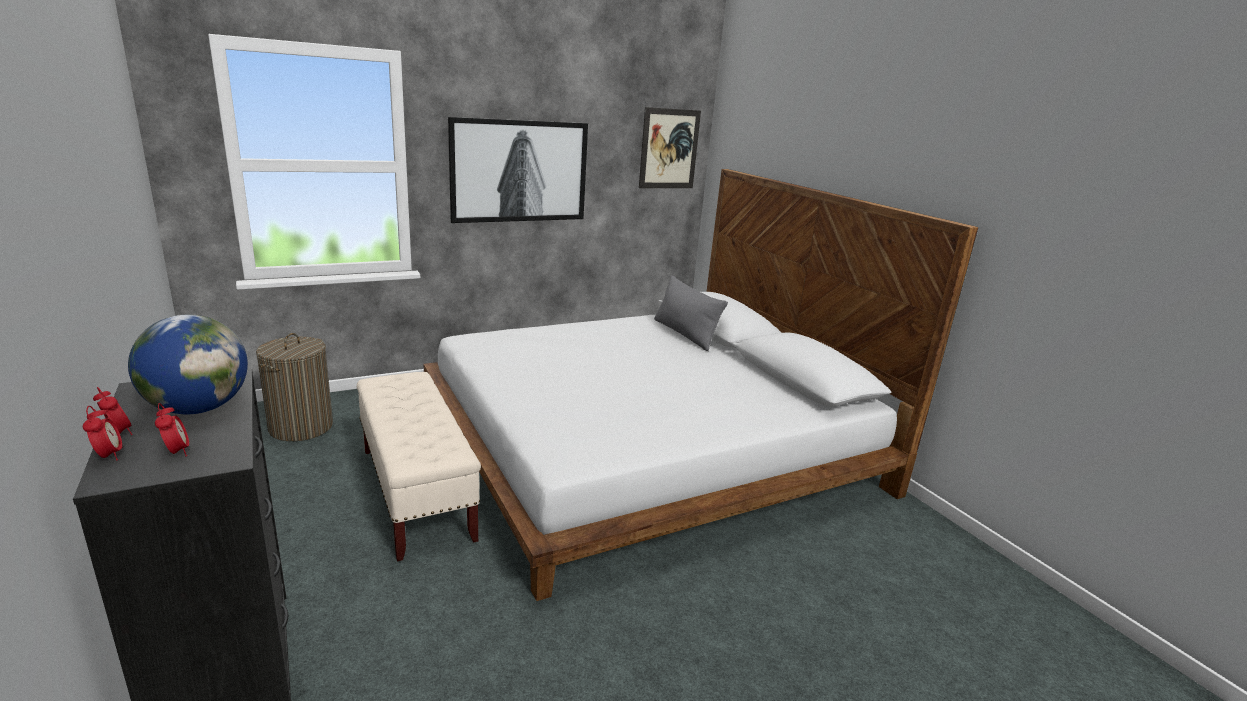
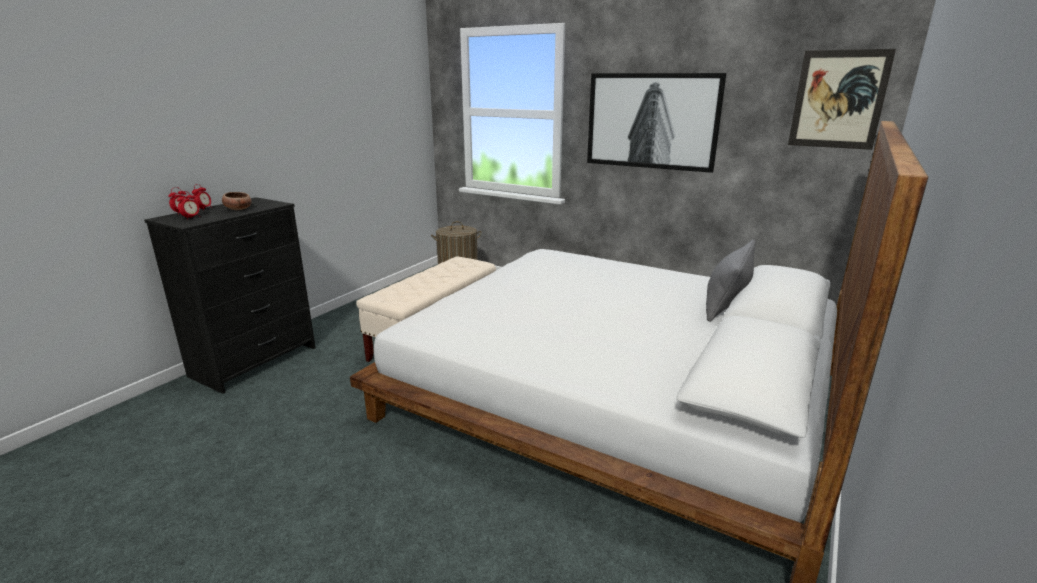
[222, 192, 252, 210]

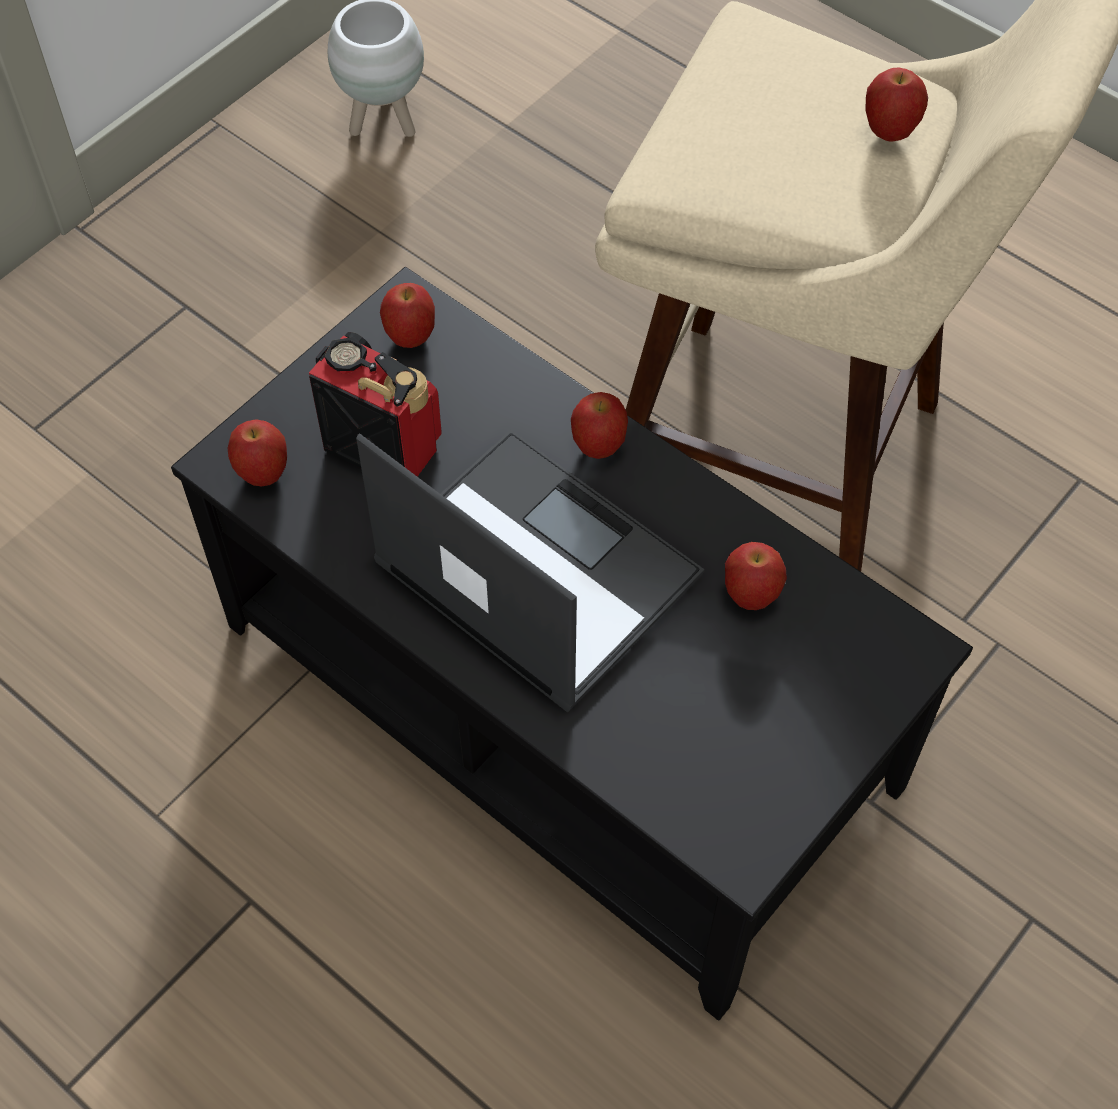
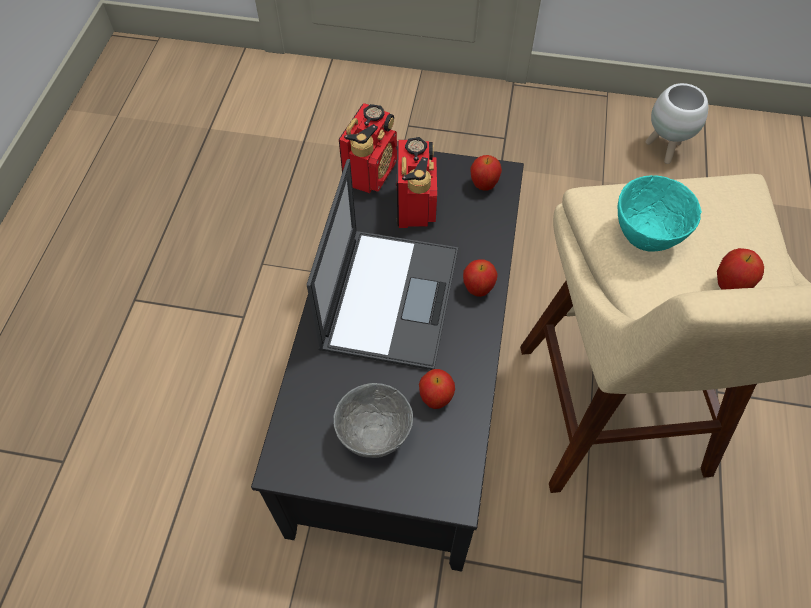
[339, 103, 397, 193]
[617, 175, 702, 251]
[333, 383, 413, 458]

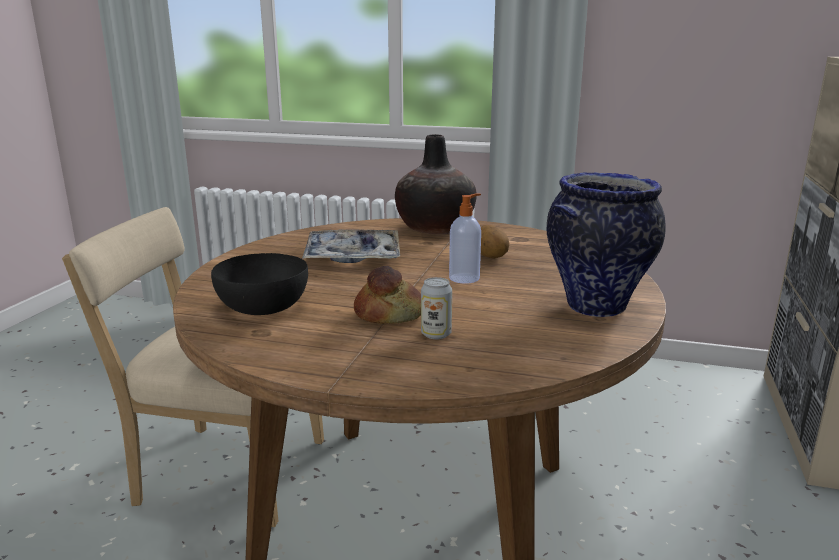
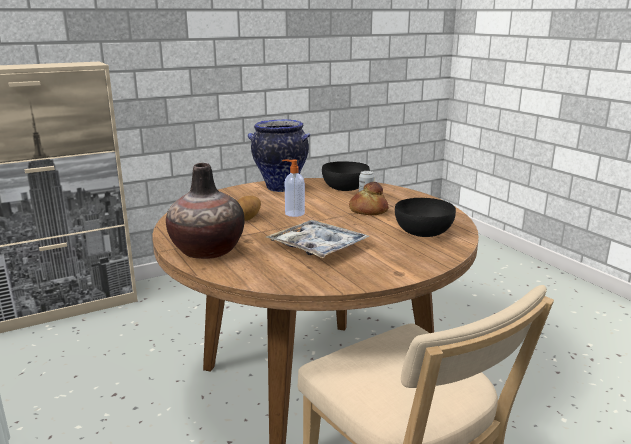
[322, 161, 370, 191]

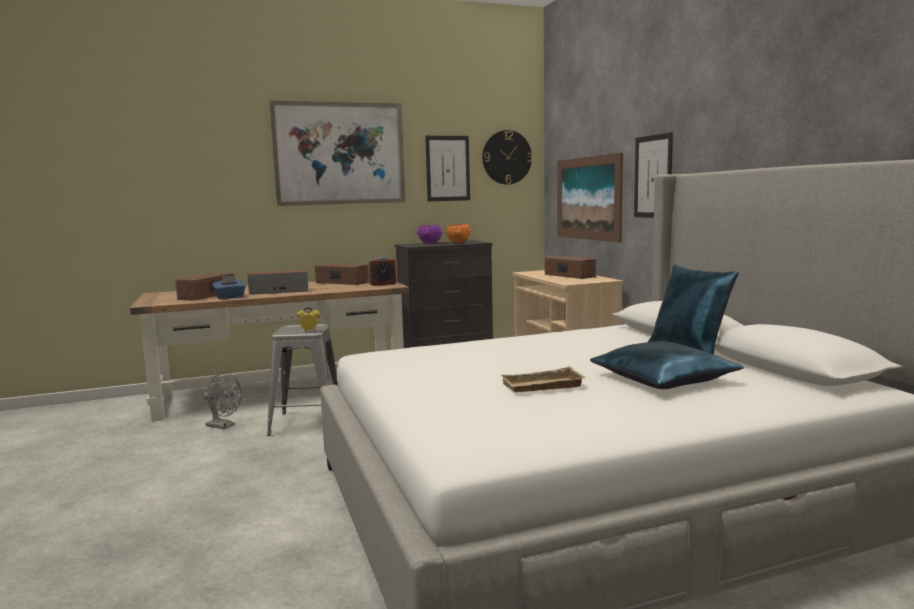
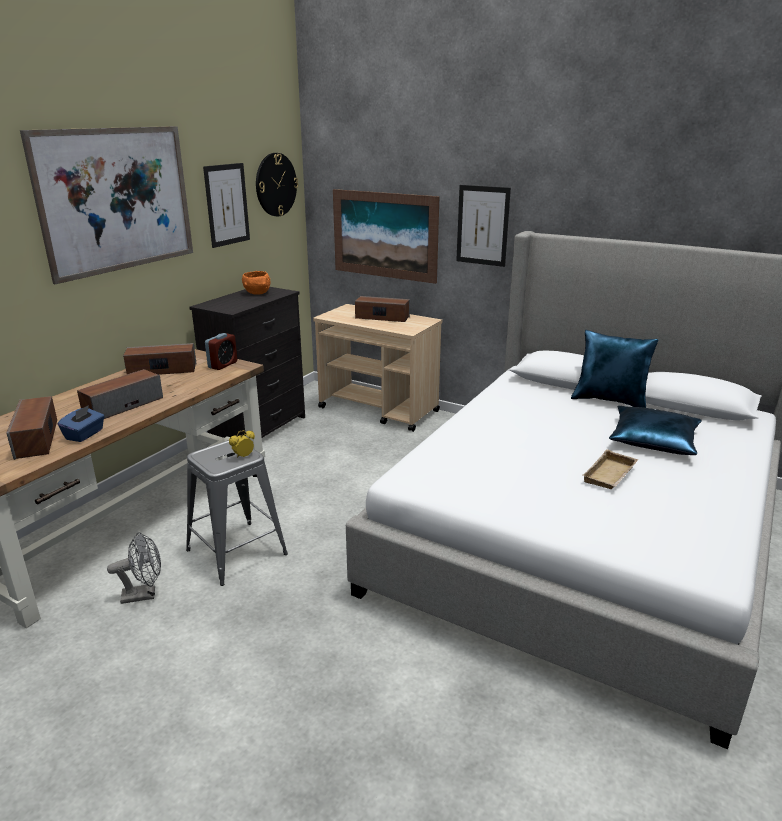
[417, 225, 443, 244] (first image)

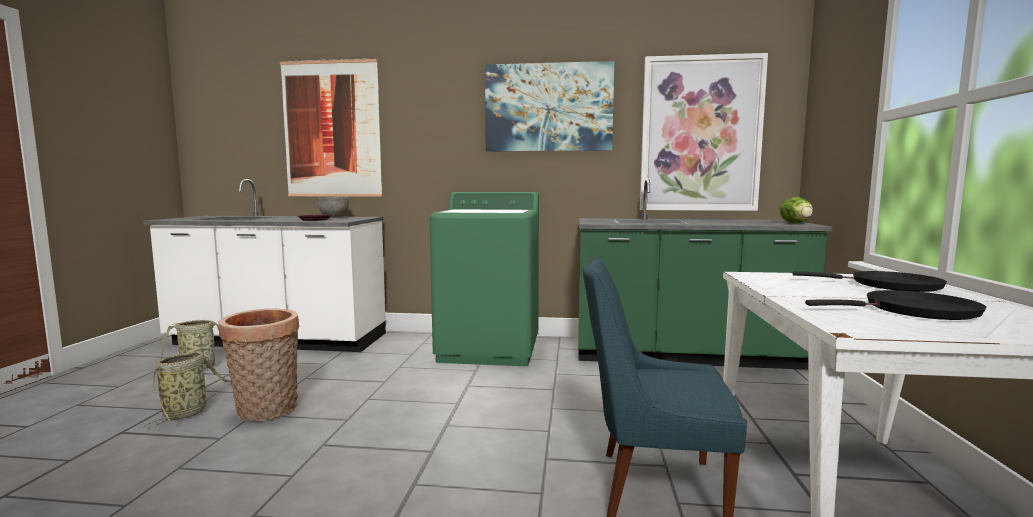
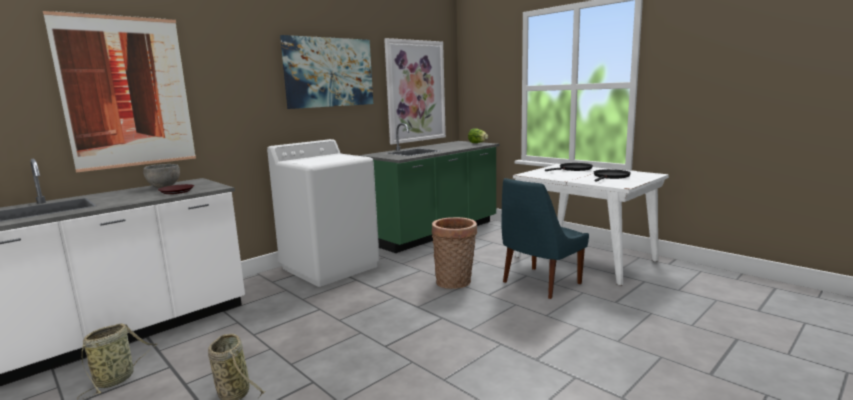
[267, 139, 380, 287]
[432, 217, 477, 289]

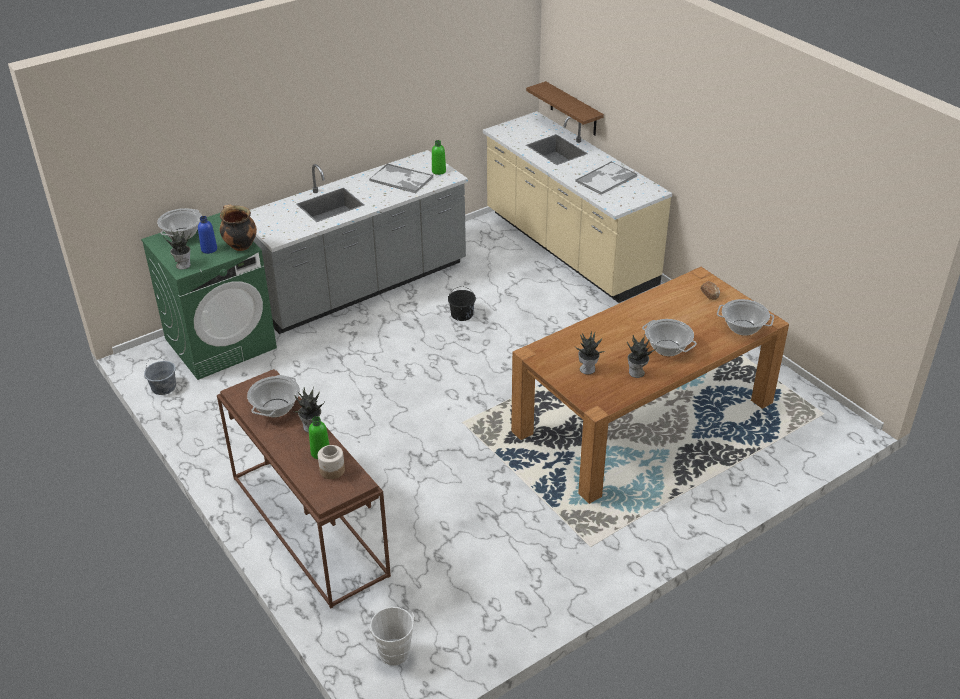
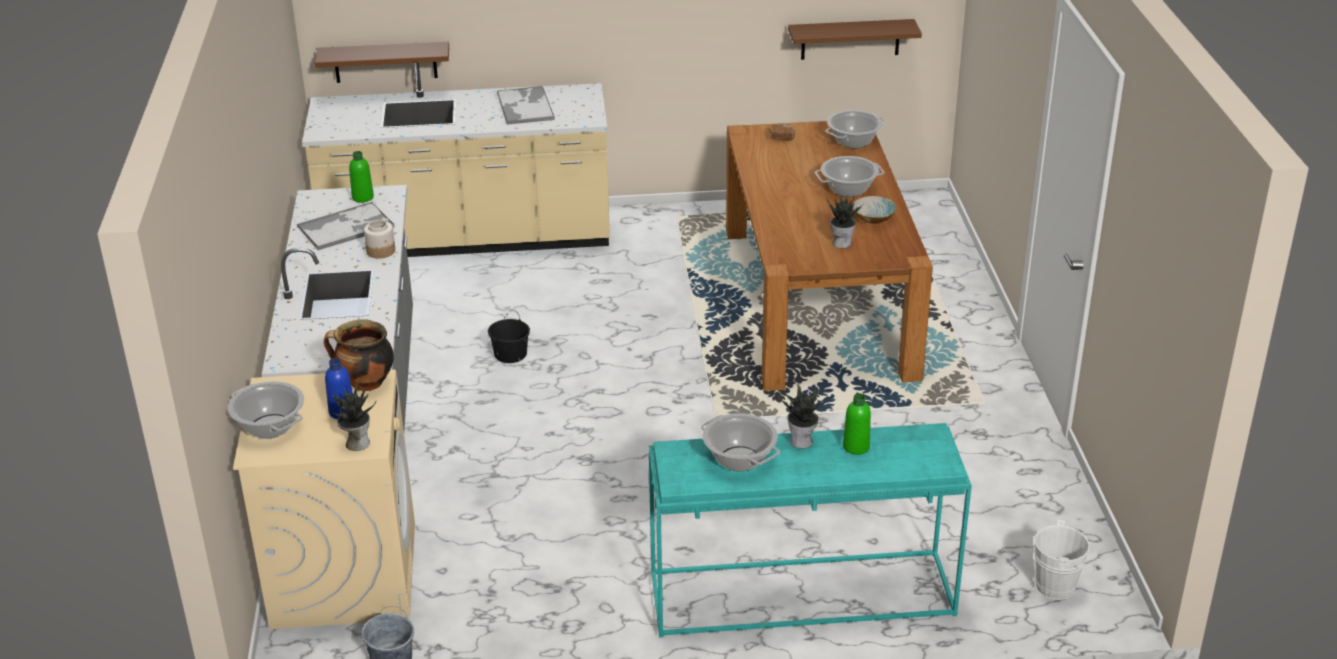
[233, 369, 415, 629]
[853, 196, 897, 224]
[649, 423, 972, 638]
[364, 220, 395, 259]
[788, 19, 922, 60]

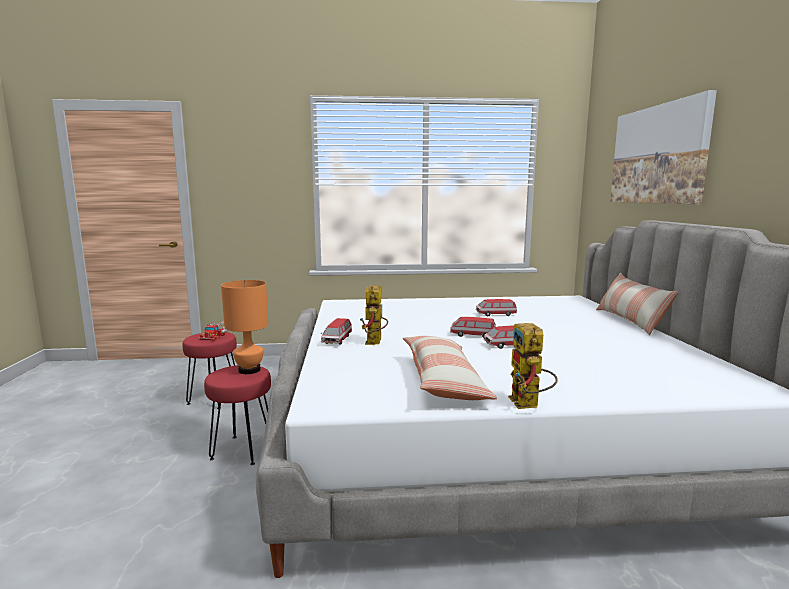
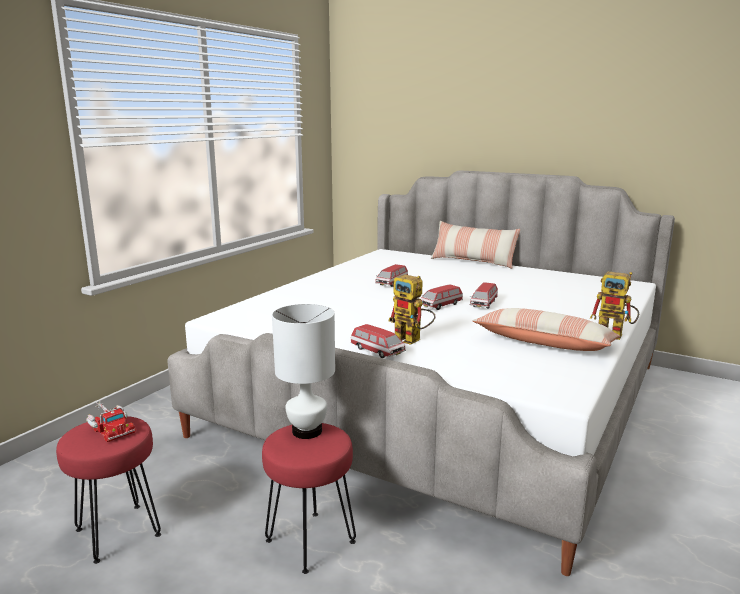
[610, 90, 717, 204] (first image)
[272, 304, 335, 439]

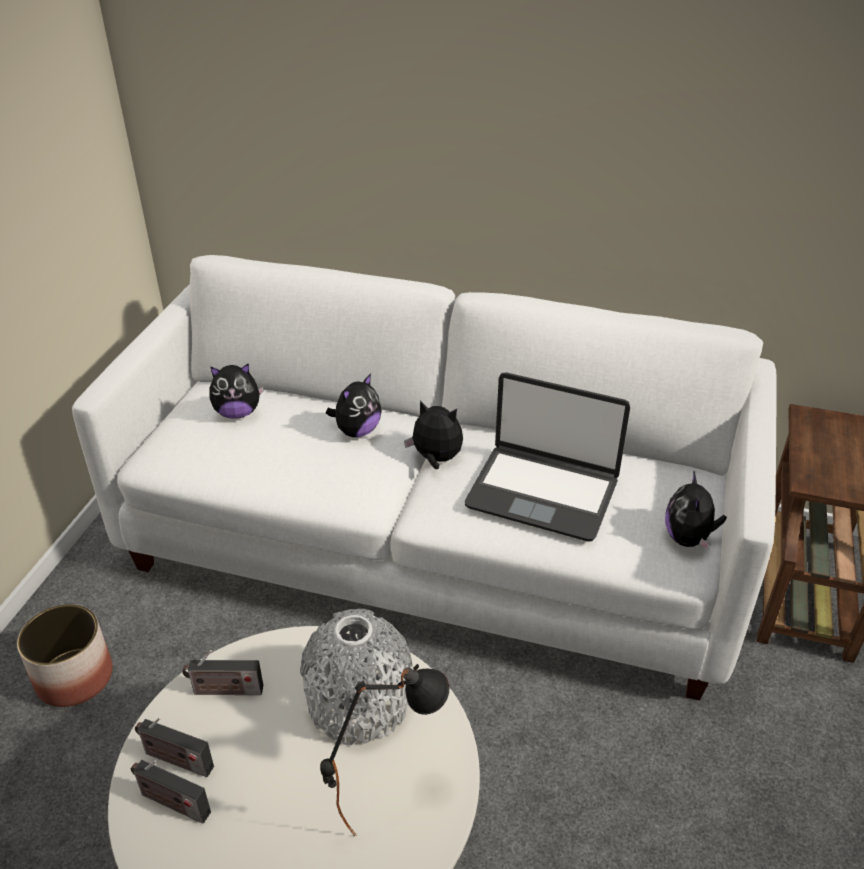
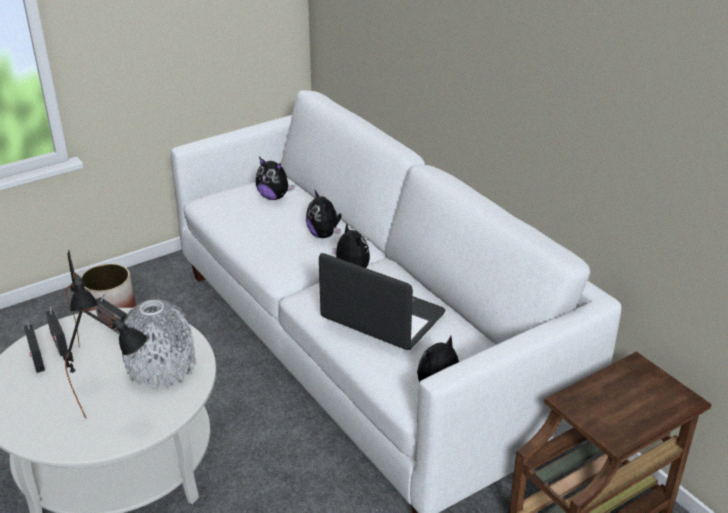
[319, 253, 446, 350]
[306, 190, 341, 238]
[66, 250, 98, 347]

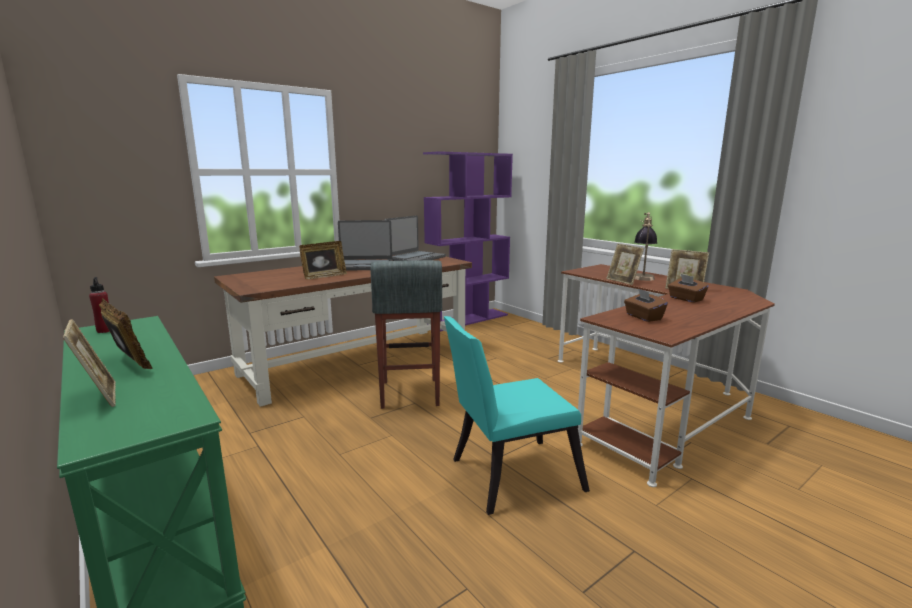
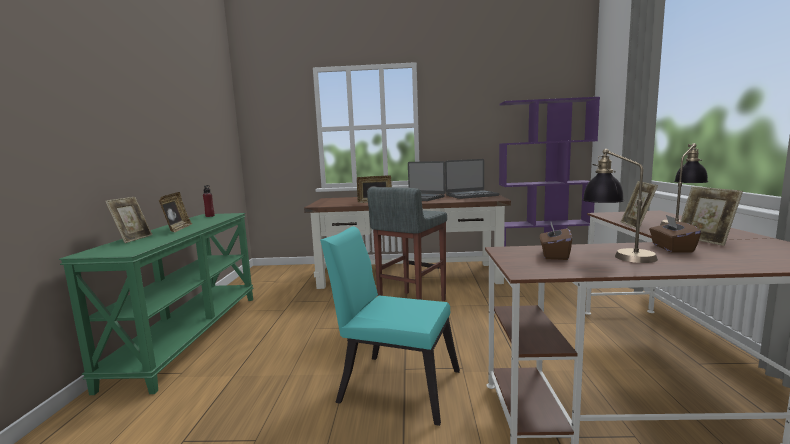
[582, 149, 658, 263]

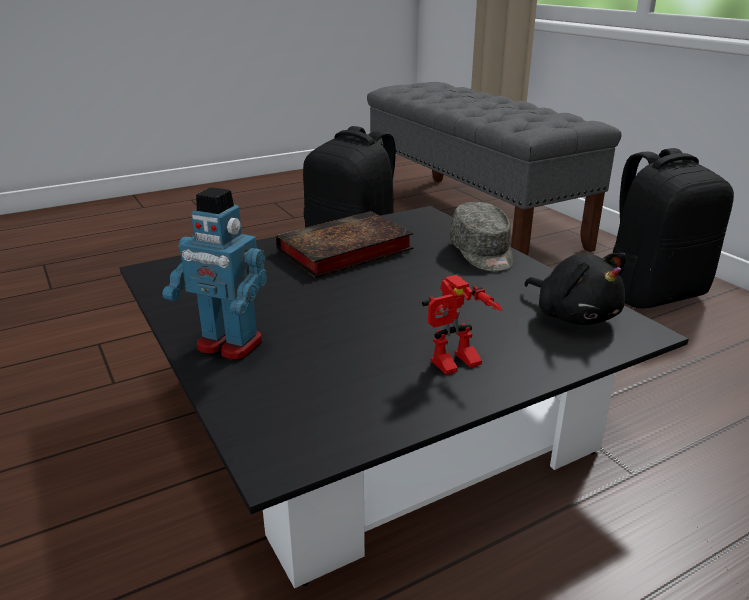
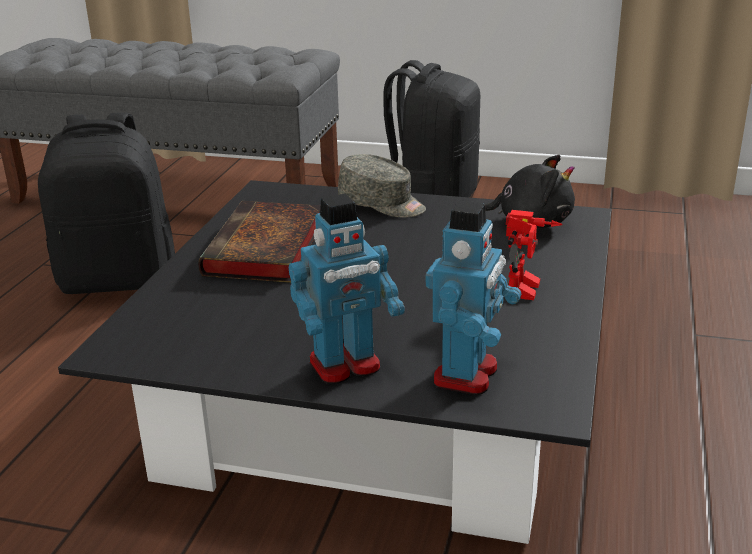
[426, 201, 522, 395]

